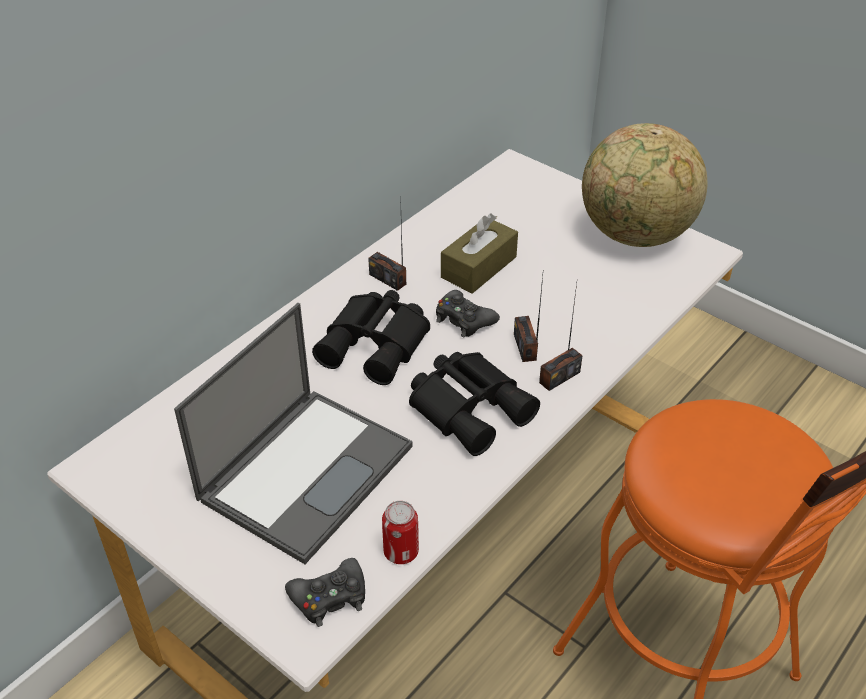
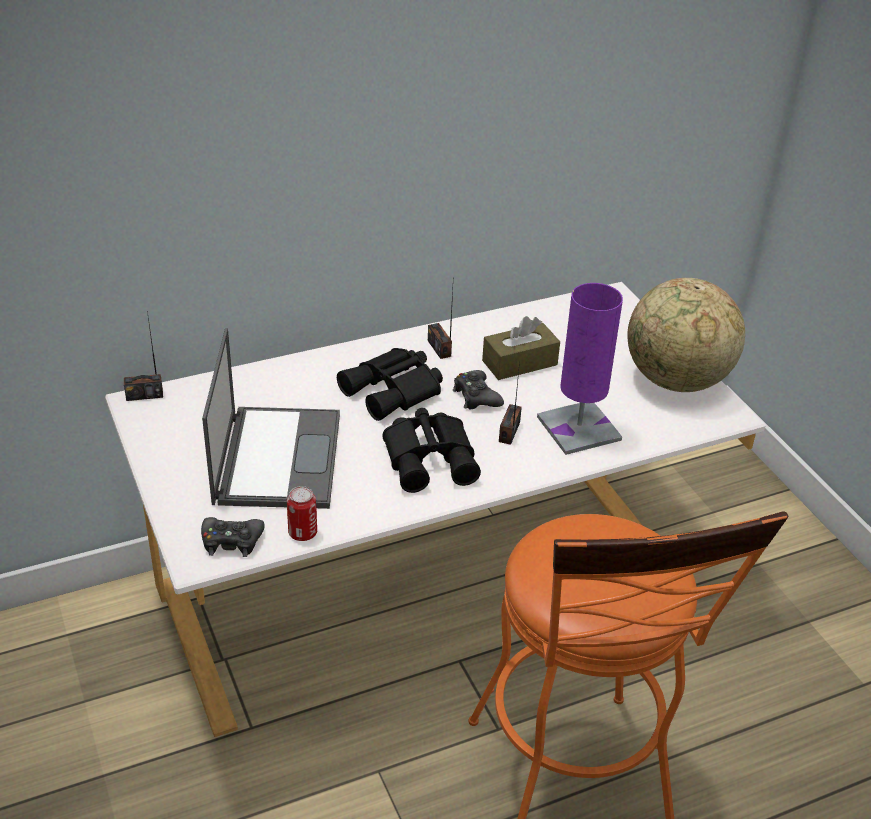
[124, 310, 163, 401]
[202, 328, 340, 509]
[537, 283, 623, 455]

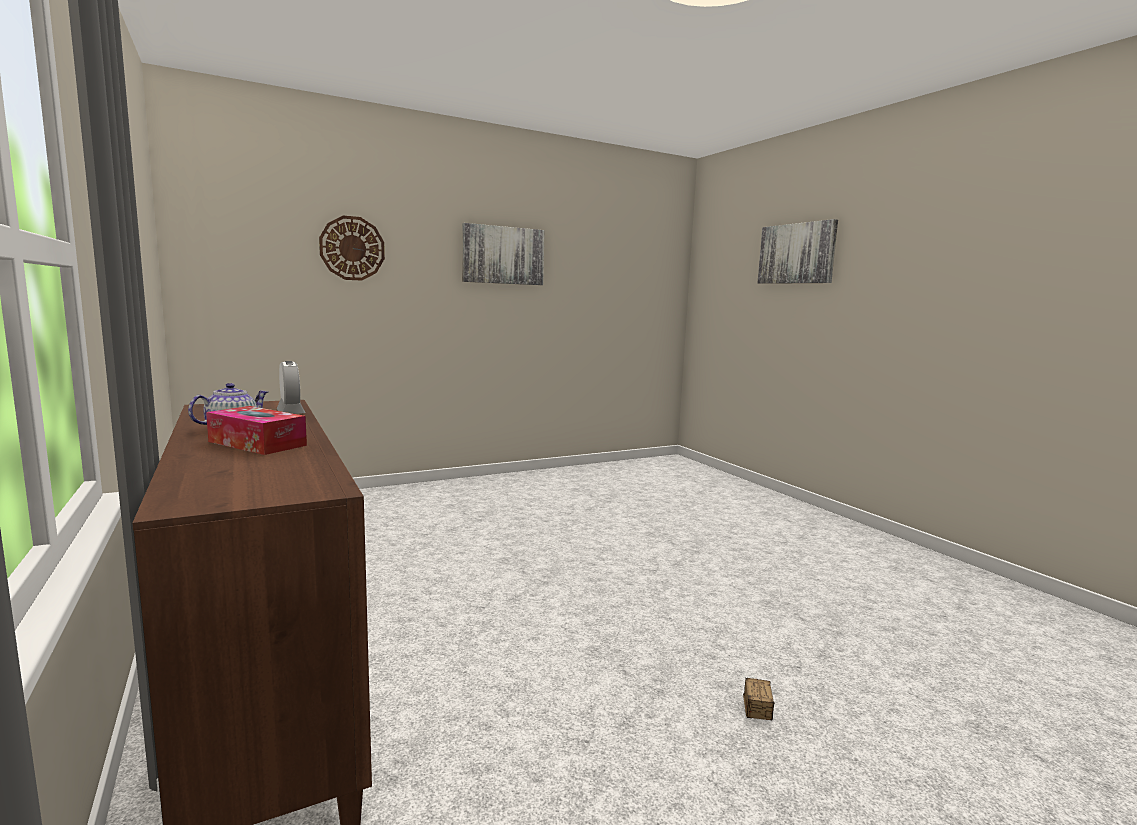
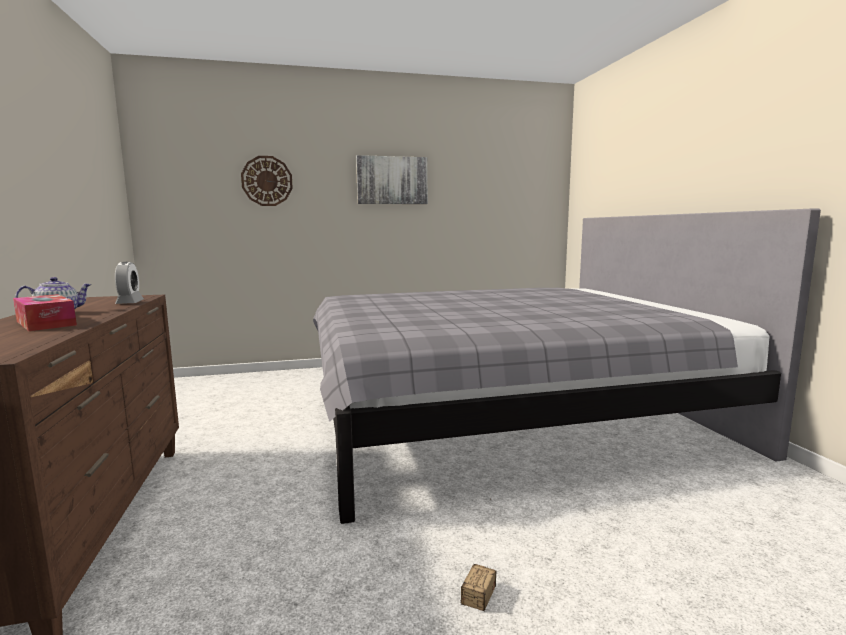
[758, 219, 838, 284] (first image)
[313, 209, 821, 524]

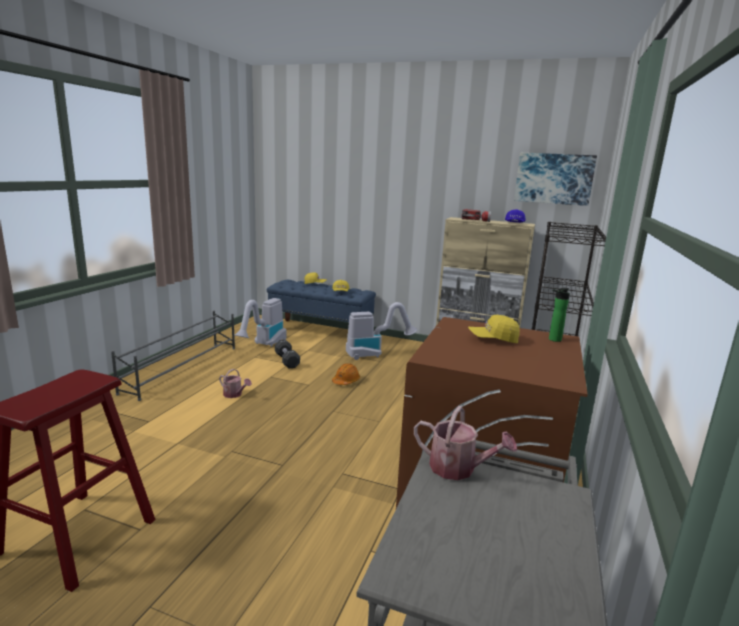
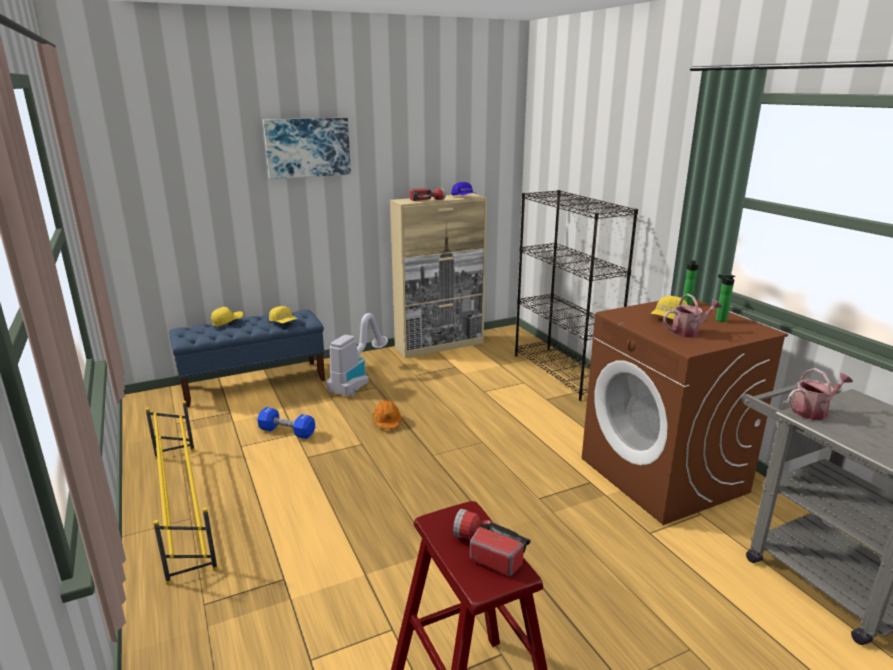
[263, 118, 351, 179]
[234, 298, 287, 347] (first image)
[146, 401, 218, 585]
[257, 407, 315, 439]
[663, 294, 722, 337]
[716, 274, 735, 322]
[453, 509, 531, 576]

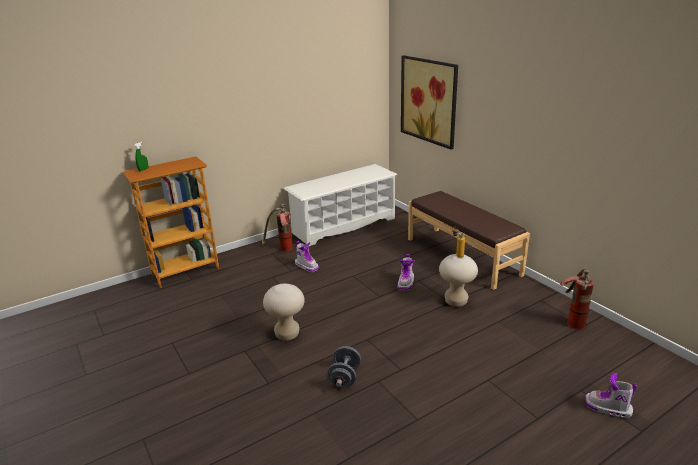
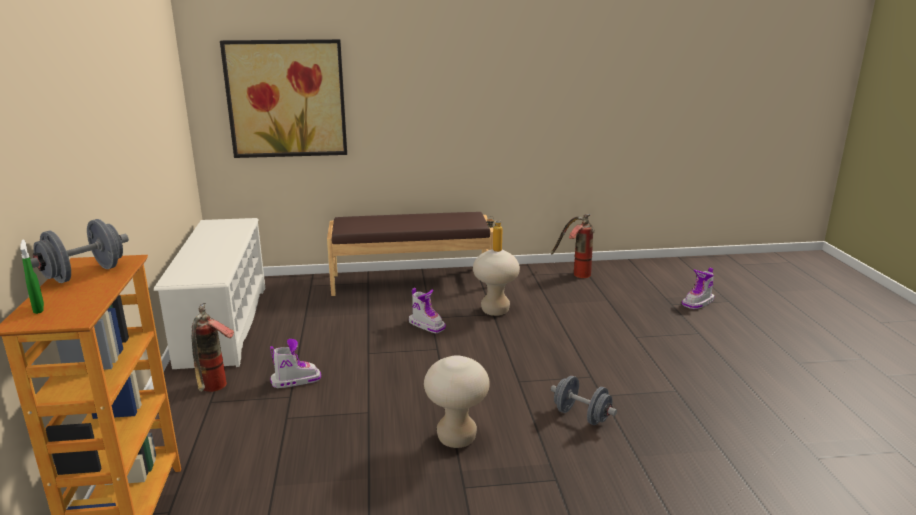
[30, 219, 129, 283]

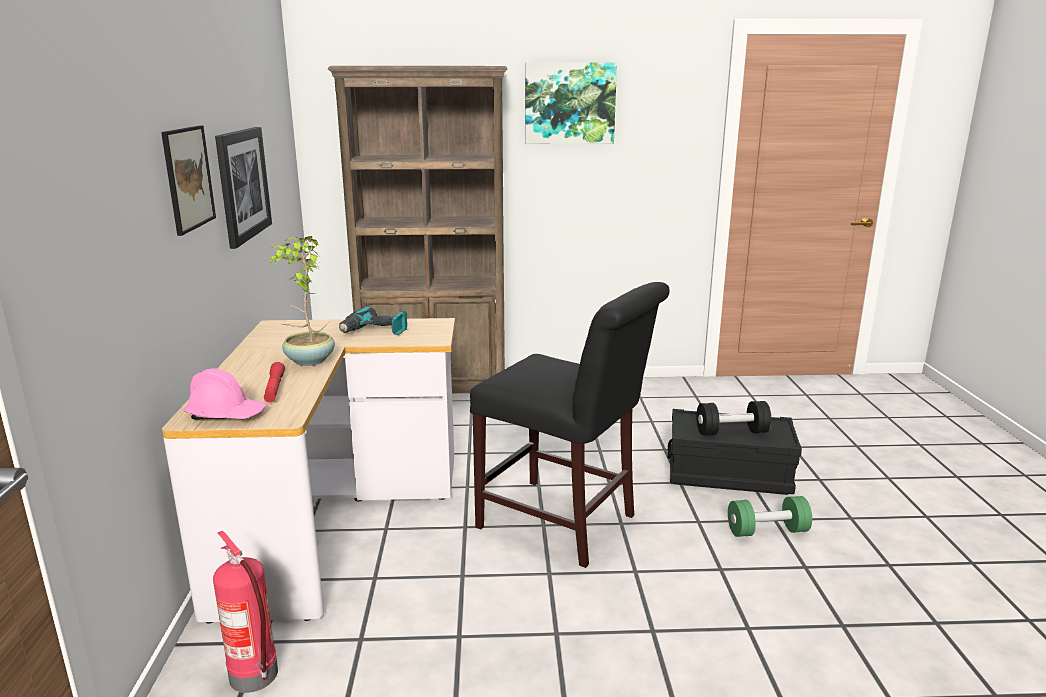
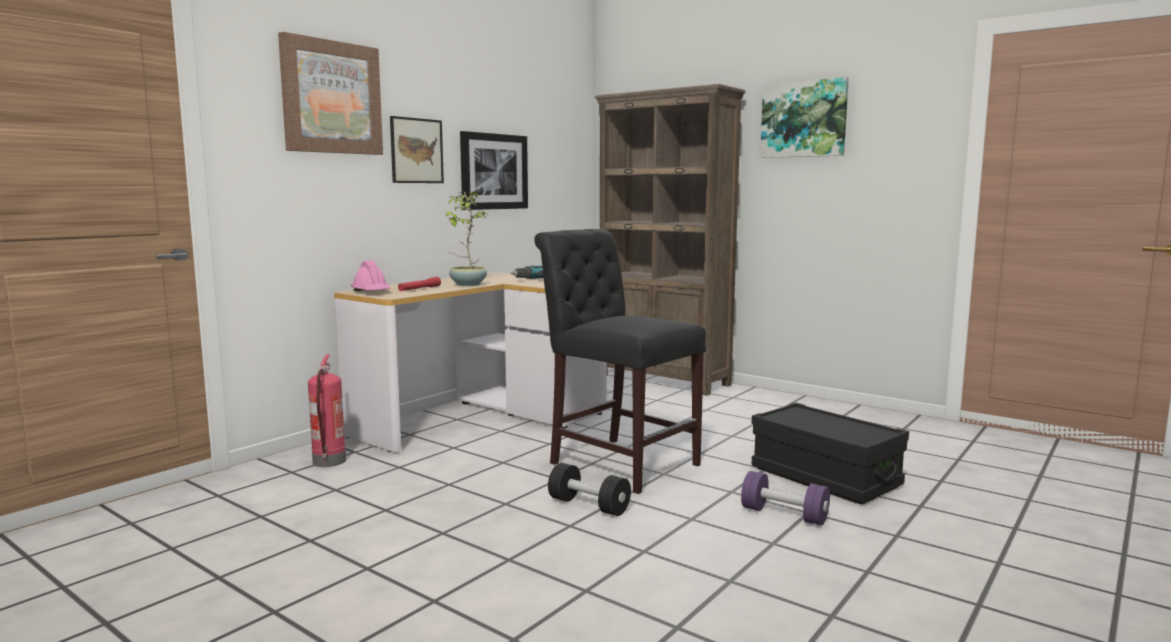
[534, 229, 706, 494]
[548, 463, 631, 516]
[741, 471, 830, 526]
[278, 32, 383, 155]

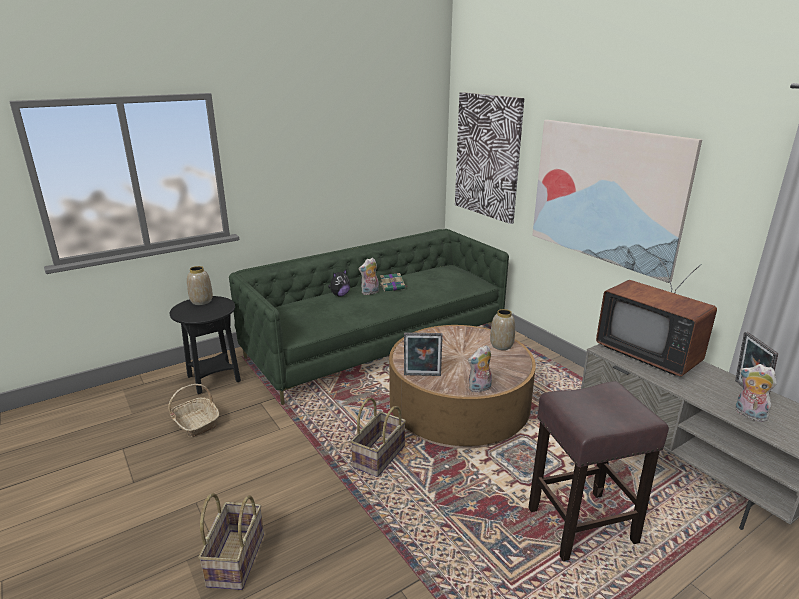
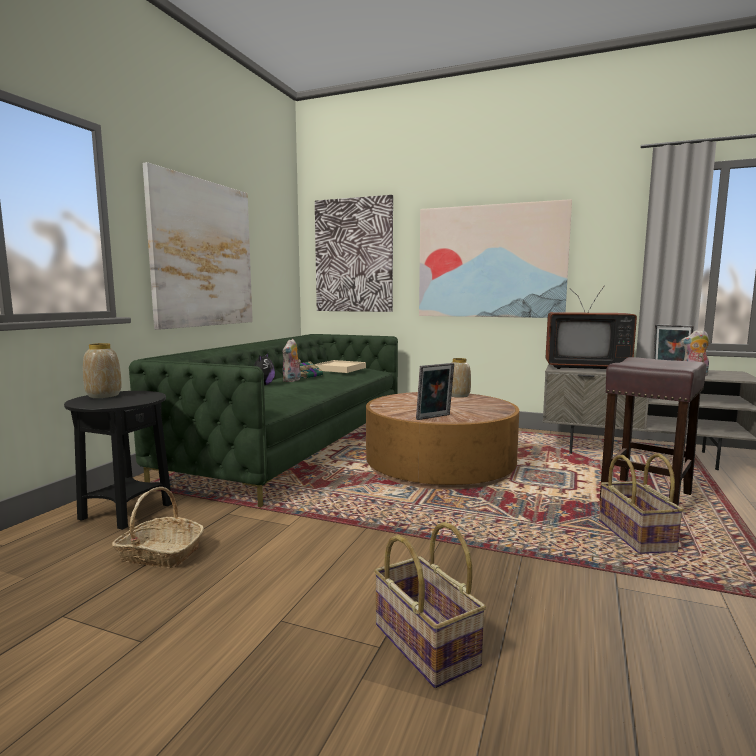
[468, 345, 492, 393] (first image)
[599, 453, 684, 554]
[143, 162, 253, 330]
[314, 360, 366, 373]

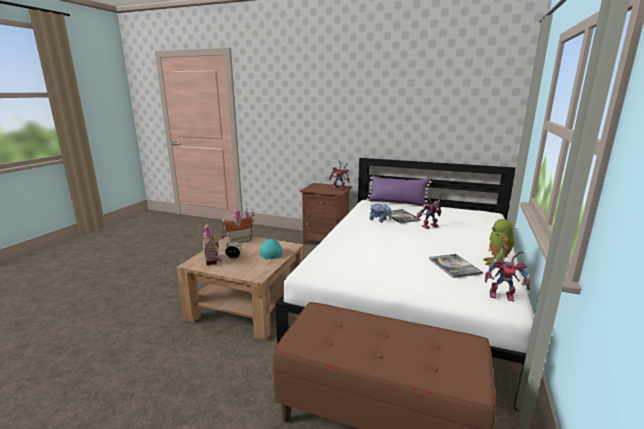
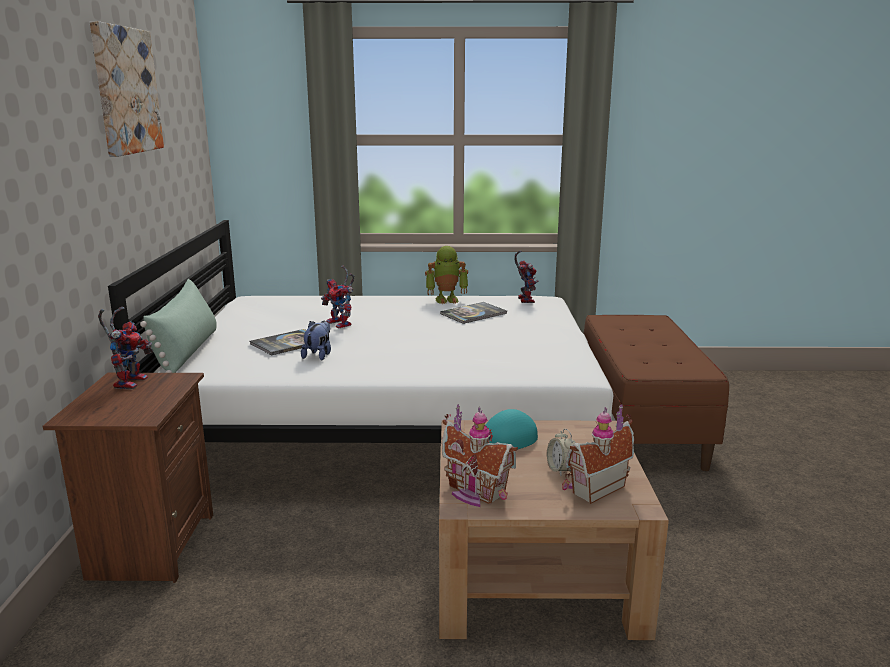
[140, 279, 217, 373]
[90, 21, 164, 157]

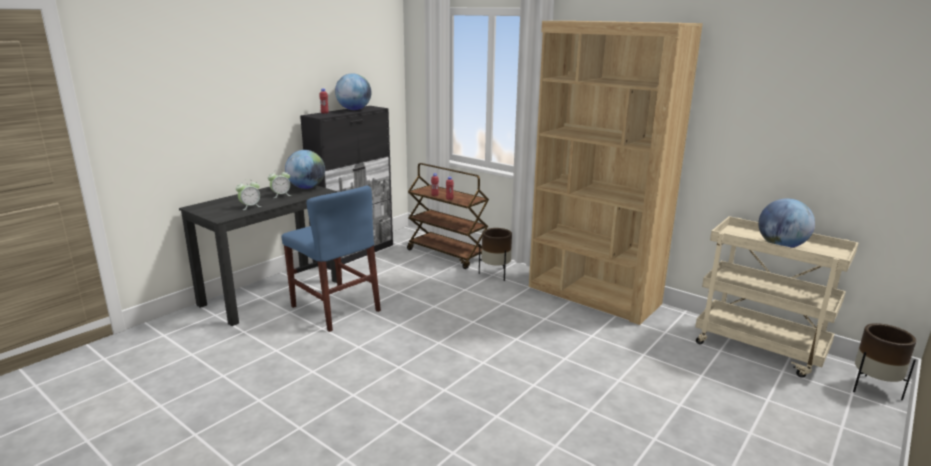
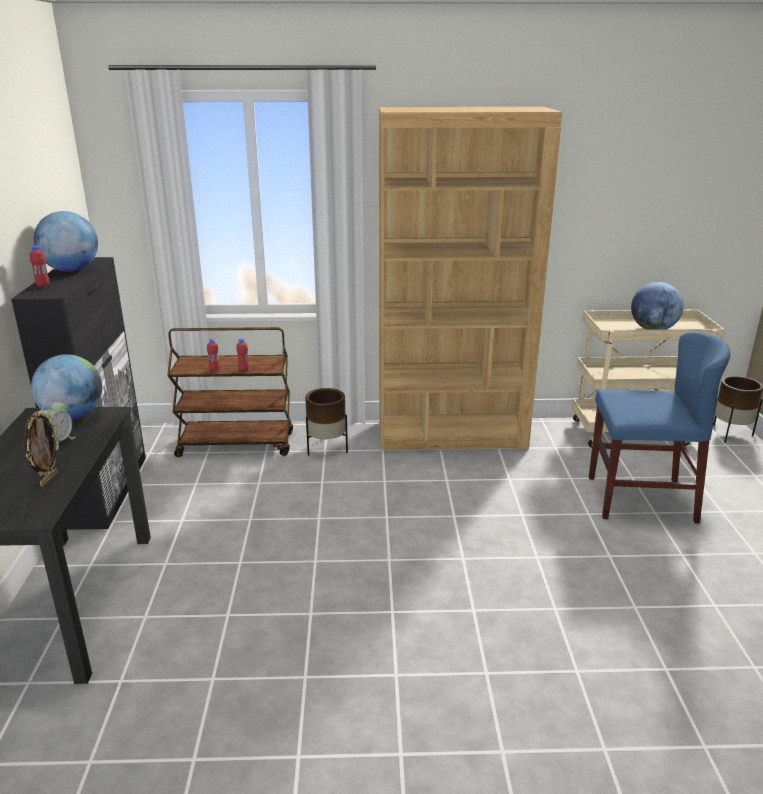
[24, 411, 58, 487]
[589, 331, 731, 524]

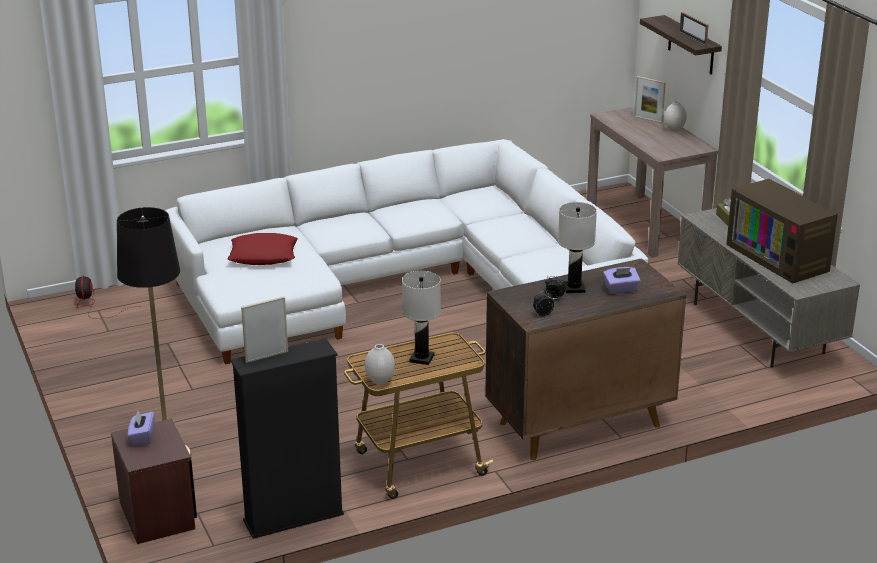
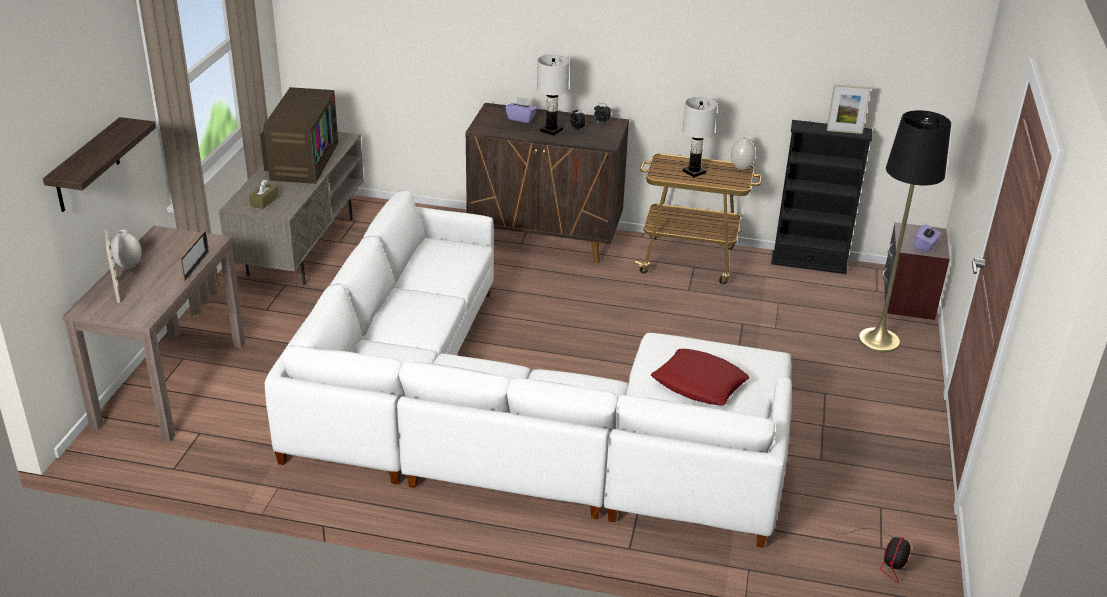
[179, 230, 209, 282]

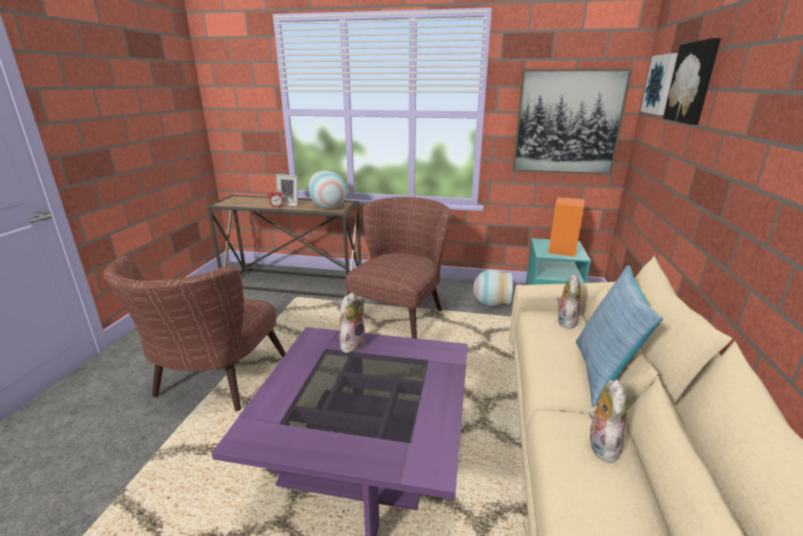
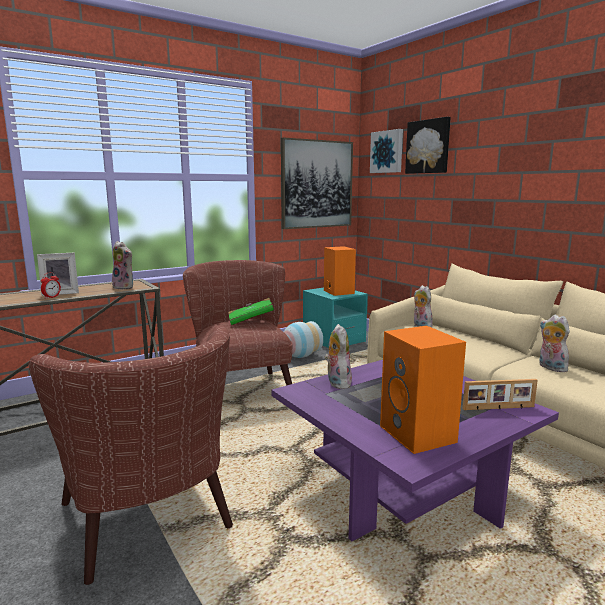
[112, 241, 133, 290]
[576, 265, 663, 407] (first image)
[228, 298, 274, 325]
[380, 326, 466, 454]
[463, 379, 538, 410]

